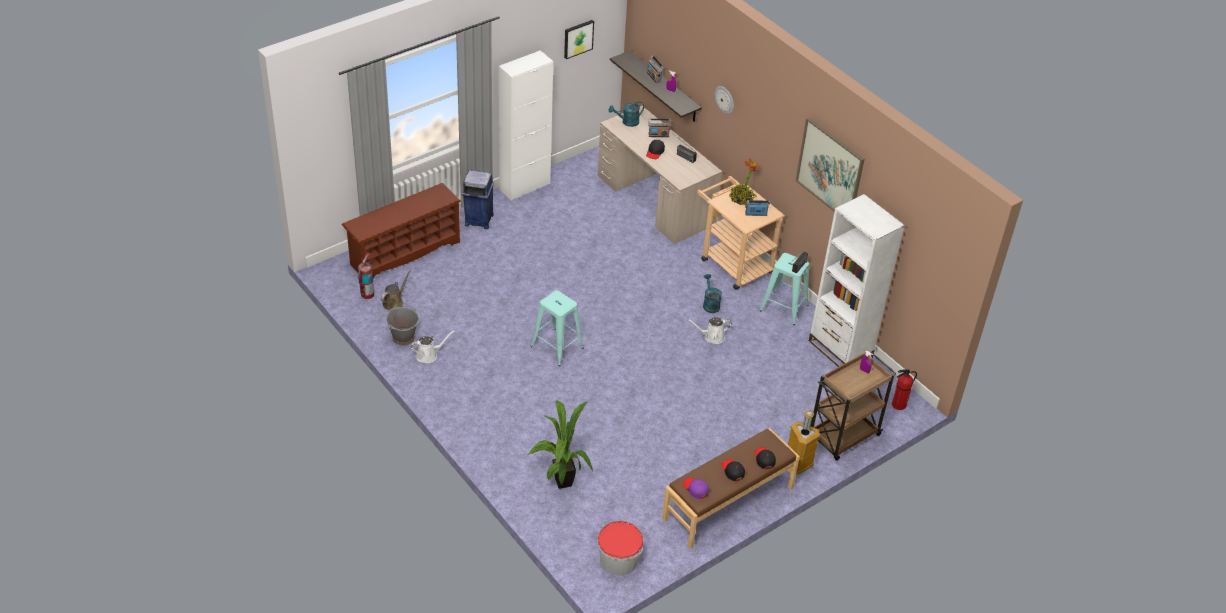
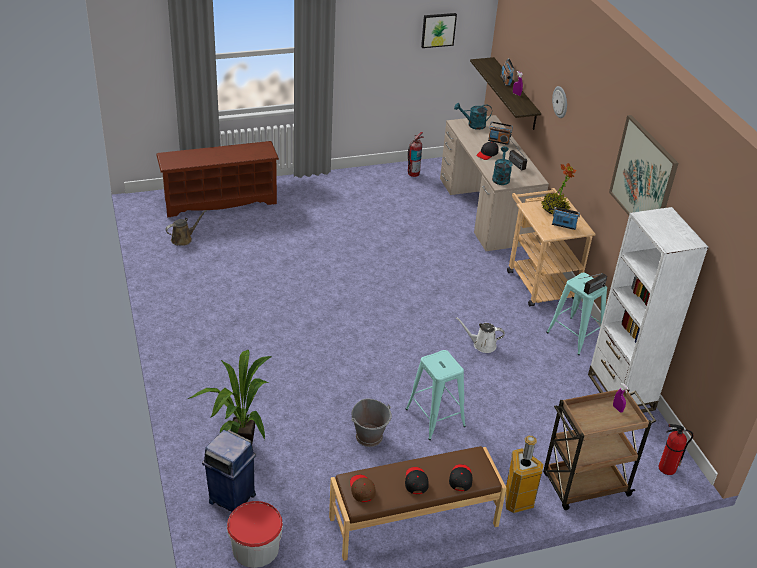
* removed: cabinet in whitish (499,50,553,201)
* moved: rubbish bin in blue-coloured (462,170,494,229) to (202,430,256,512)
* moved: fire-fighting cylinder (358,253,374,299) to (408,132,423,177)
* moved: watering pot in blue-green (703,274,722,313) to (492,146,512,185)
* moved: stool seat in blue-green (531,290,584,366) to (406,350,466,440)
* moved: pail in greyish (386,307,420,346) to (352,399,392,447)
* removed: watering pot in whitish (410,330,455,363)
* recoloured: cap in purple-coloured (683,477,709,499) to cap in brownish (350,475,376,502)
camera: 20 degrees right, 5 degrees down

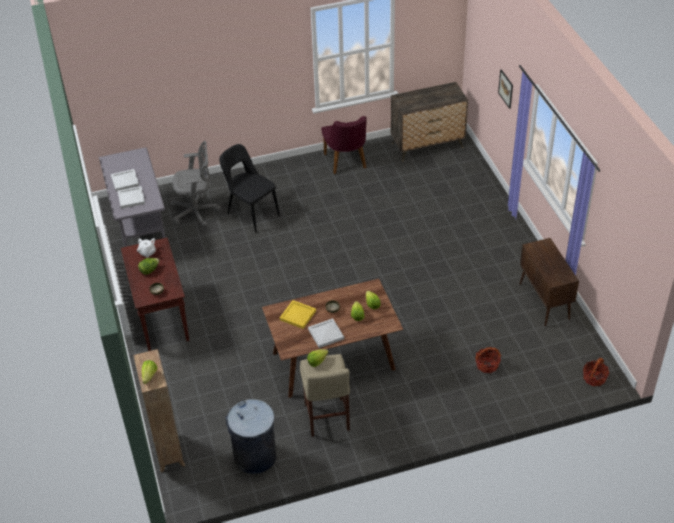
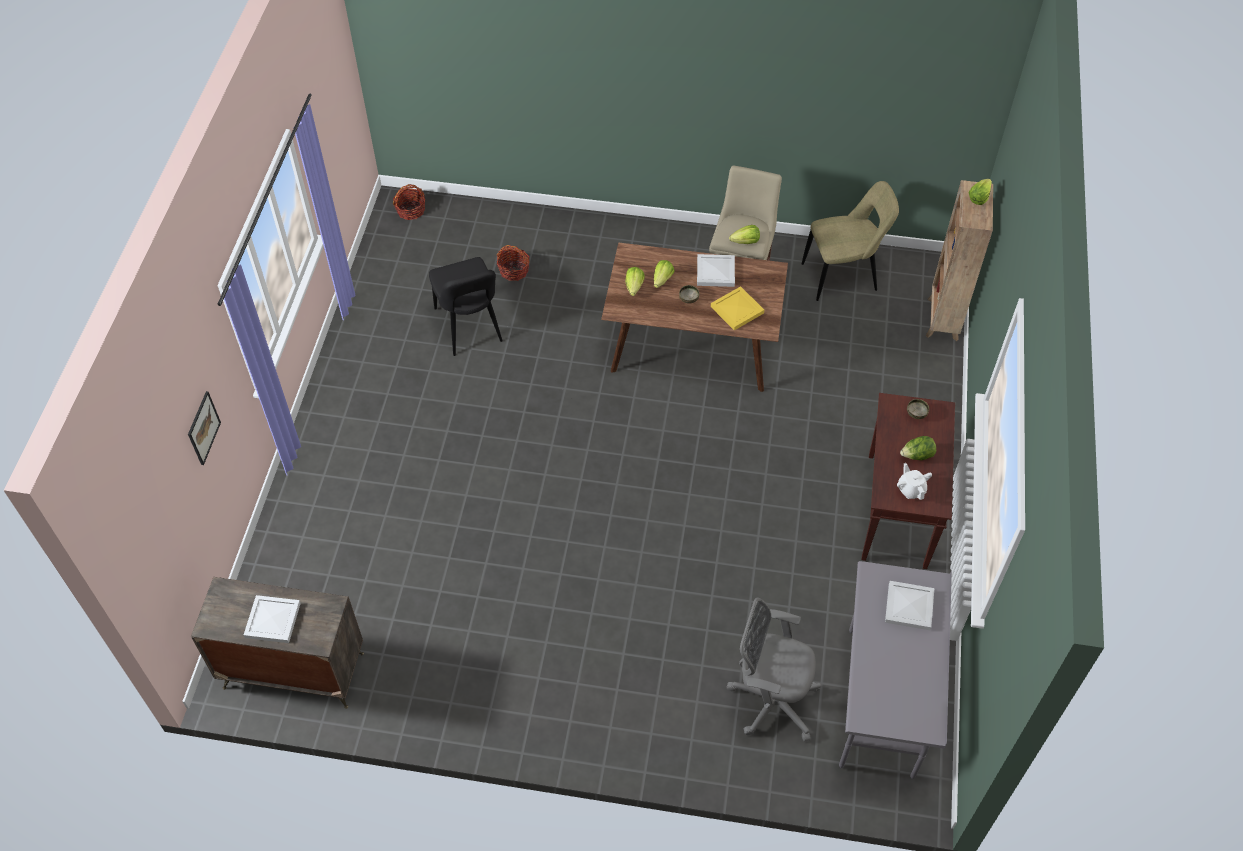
* removed: plain chair in purple-coloured (321,116,367,174)
* moved: plain chair in black (219,144,280,233) to (429,257,503,356)
* moved: serving tray in whitish (111,169,139,191) to (244,595,301,643)
* removed: cabinet in brownish (519,238,579,326)
* replaced: rubbish bin in greyish (226,399,276,474) to plain chair in beige (802,181,899,301)
camera: 155 degrees left, 10 degrees up

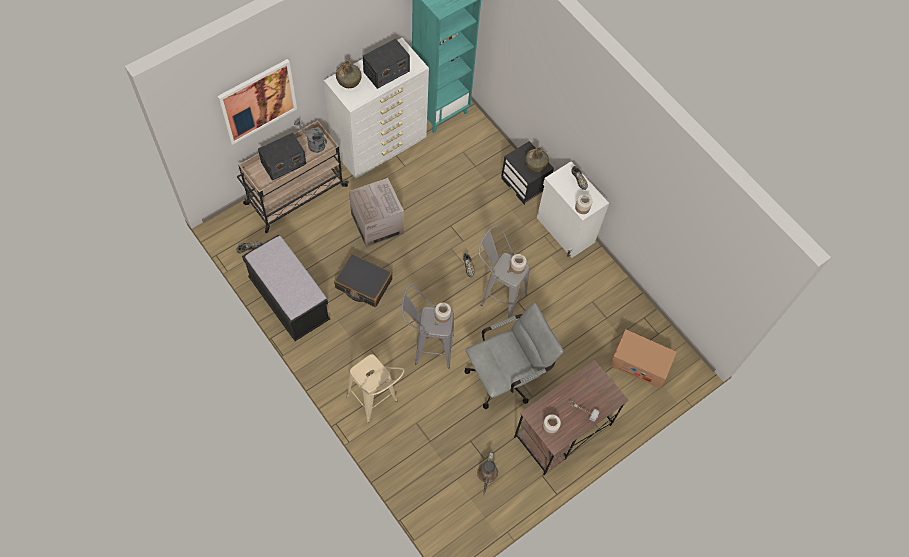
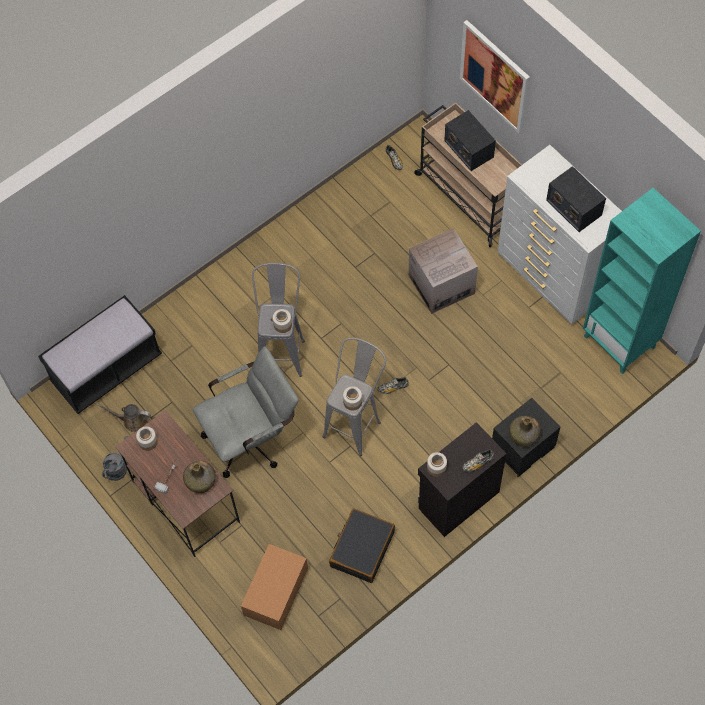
* moved: drink bottle in greenish (336,60,361,88) to (183,461,216,493)
* moved: watering pot in greyish (294,119,327,153) to (102,436,129,481)
* recoloured: cabinet in whitish (537,162,609,258) to cabinet in black (418,422,506,537)
* moved: indoor bench in black (242,235,330,341) to (38,295,162,414)
* moved: suitcase in black (334,253,392,307) to (329,508,395,583)
* turned: computer chair in greyish (465,303,563,409) = (193,346,298,478) 90 degrees counterclockwise
* removed: stool seat in beige (346,354,405,423)
camera: 95 degrees right, 0 degrees up

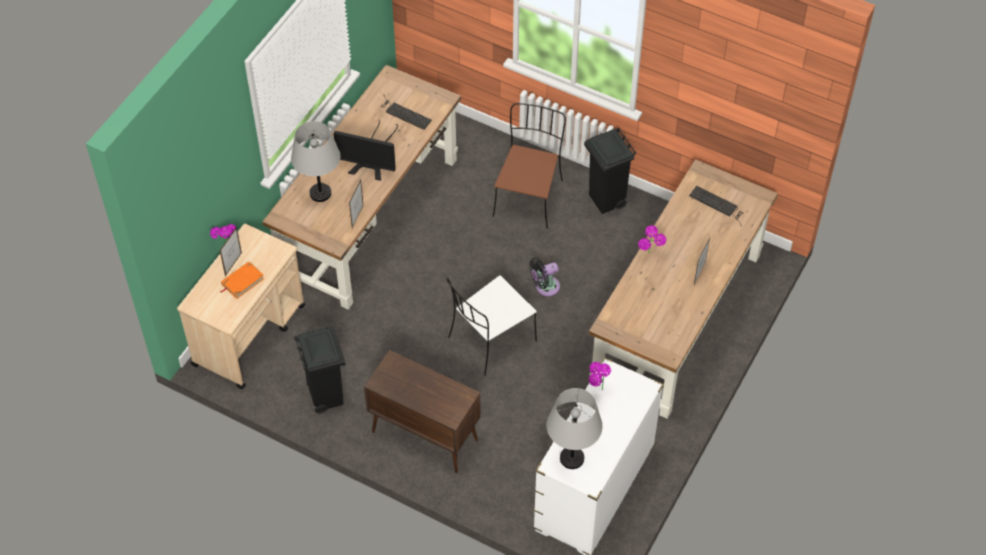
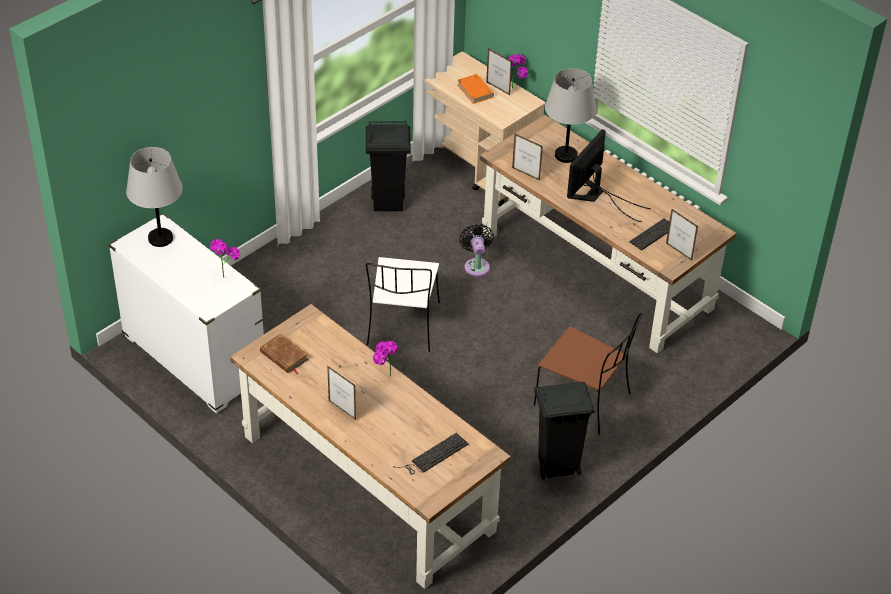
* moved: electric fan in black (529,258,560,296) to (459,224,494,277)
* turned: plain chair in whitish (446,275,537,375) = (366,257,440,352) 150 degrees counterclockwise
* removed: cabinet in brownish (364,350,481,473)
* added: photo frame (666,209,698,261)
* added: bound book in brownish (260,334,308,374)
camera: 105 degrees right, 10 degrees down

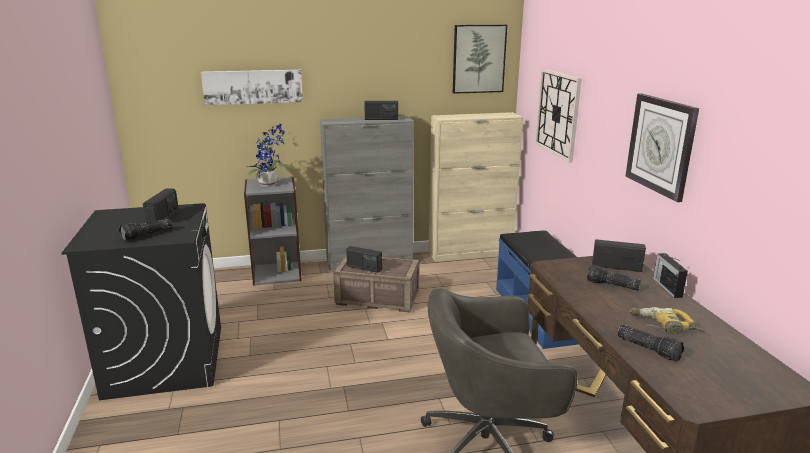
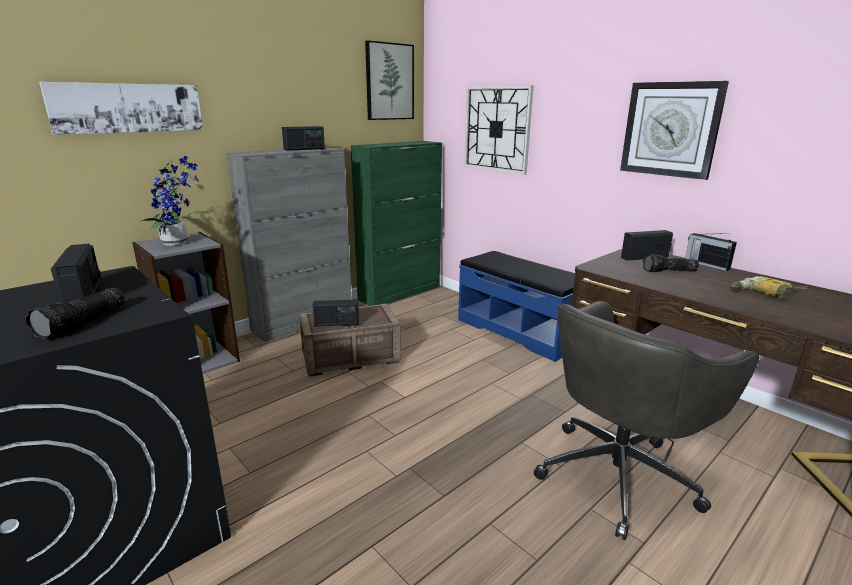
* recoloured: cabinet in beige (429,112,524,262) to cabinet in greenish (351,141,442,306)
* removed: torch (618,325,684,362)
camera: 30 degrees left, 0 degrees up

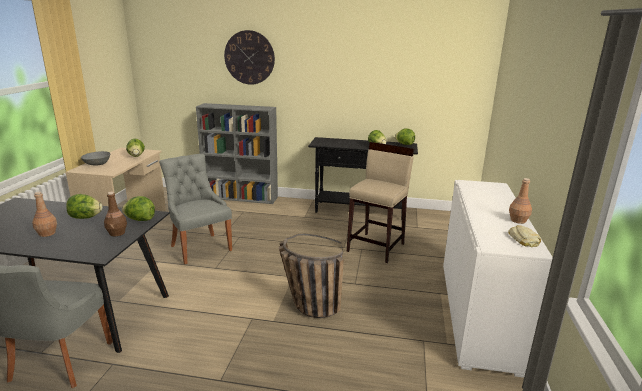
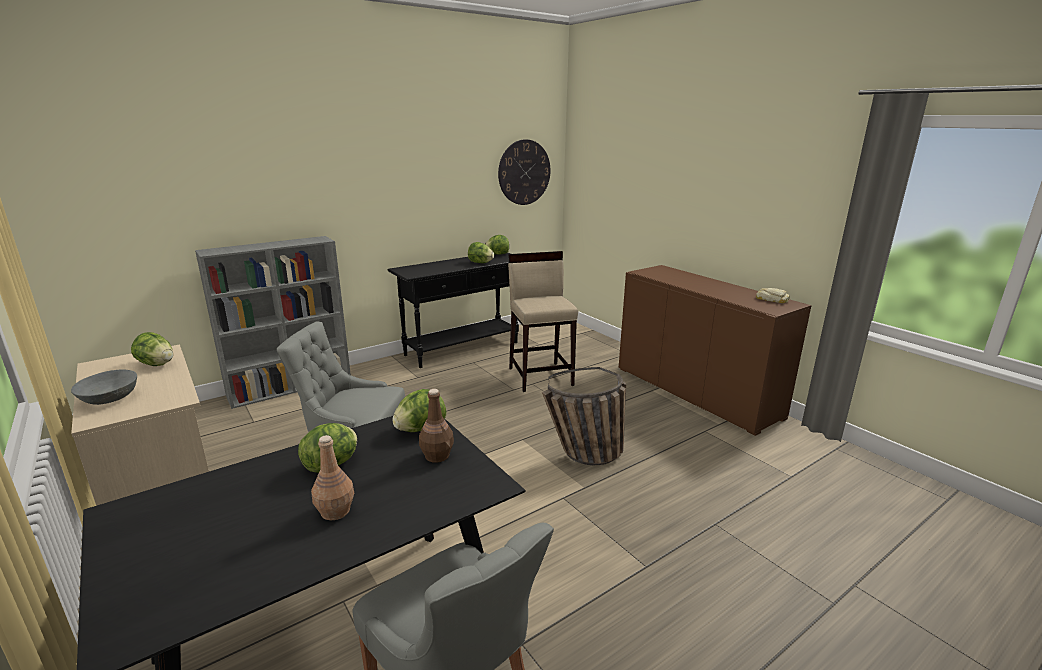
* moved: clock on the wall (224,30,275,85) to (498,139,551,205)
* removed: drink bottle in brownish (509,178,532,224)
* recoloured: cabinet in whitish (443,180,553,378) to cabinet in brownish (619,265,812,436)
camera: 45 degrees left, 0 degrees up

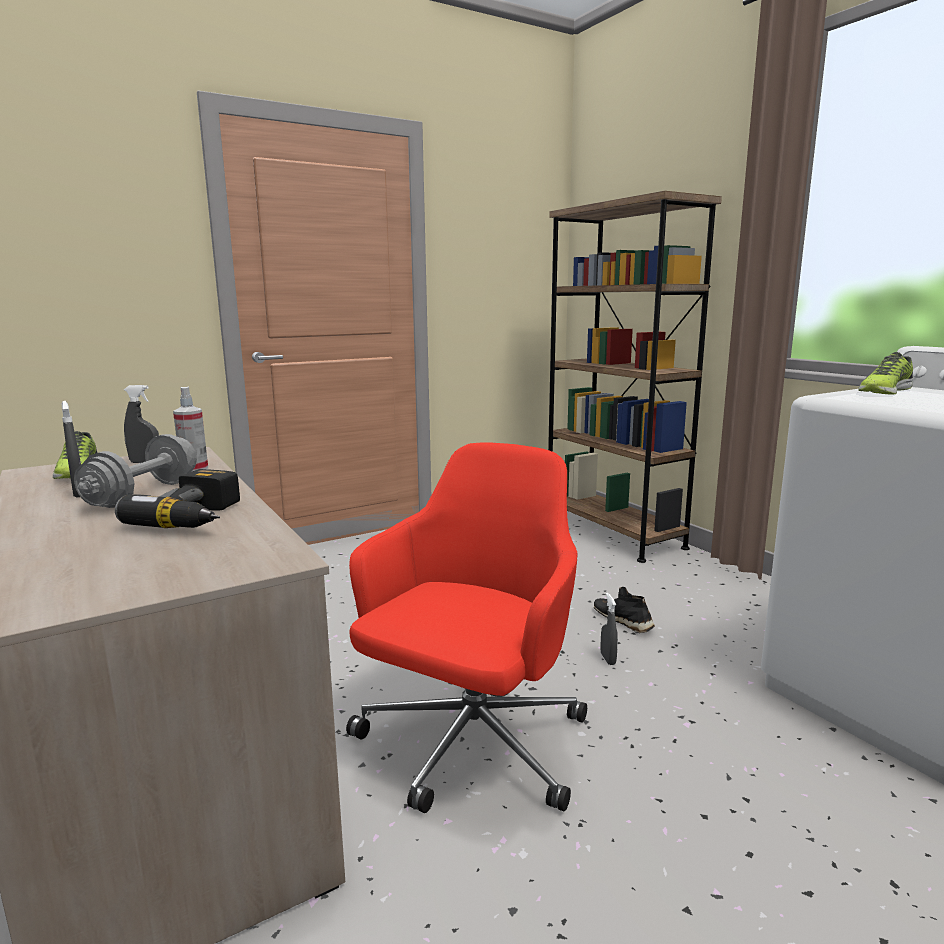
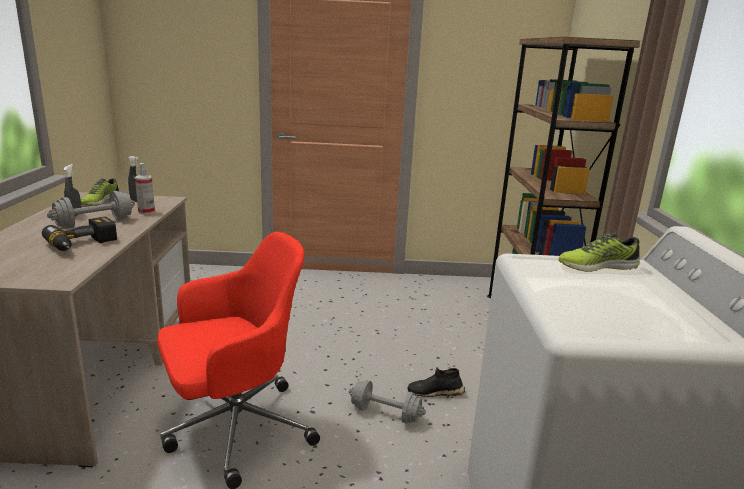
* turned: item of footwear in black (594,587,655,633) = (407,367,465,397) 90 degrees counterclockwise
* replaced: sprayer in greyish (600,593,618,665) to hand weight in greyish (349,380,426,424)
camera: 30 degrees right, 5 degrees up

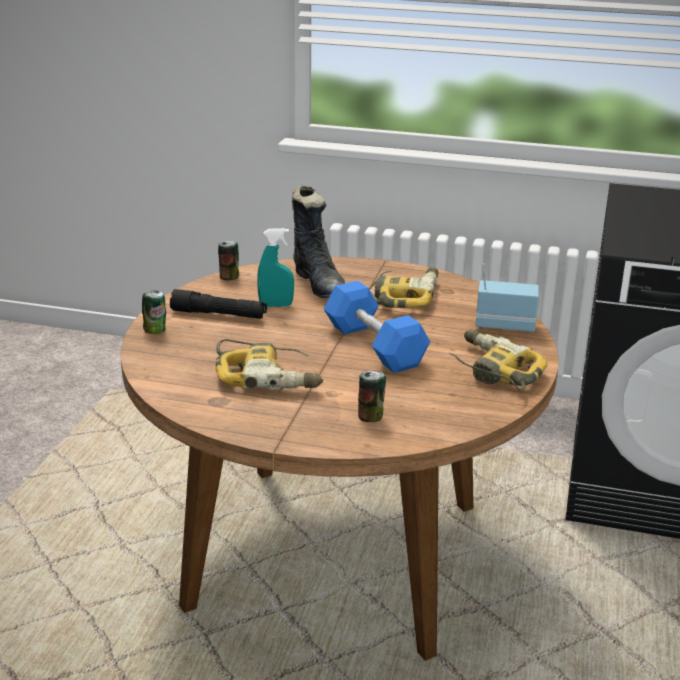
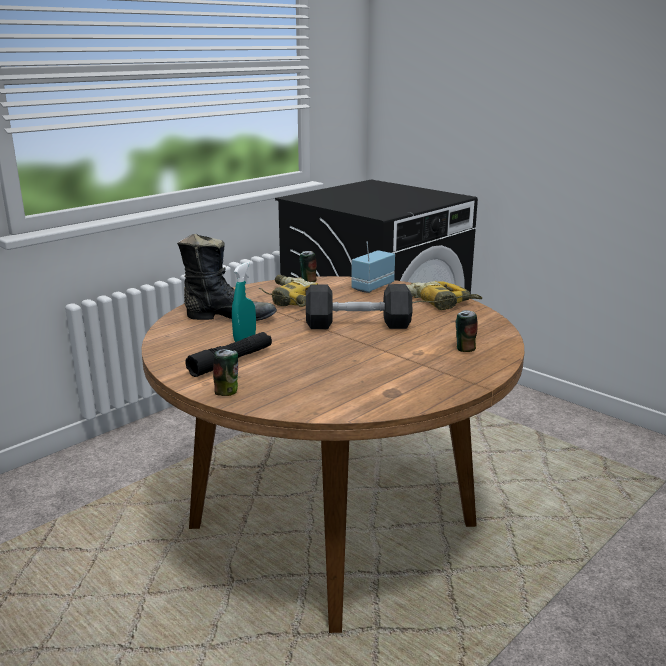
* moved: can (218,240,239,281) to (300,251,317,282)
* recoloured: hand weight in blue-coloured (324,281,430,373) to hand weight in black (306,284,412,329)
* removed: drill (216,339,323,390)
camera: 60 degrees left, 5 degrees down

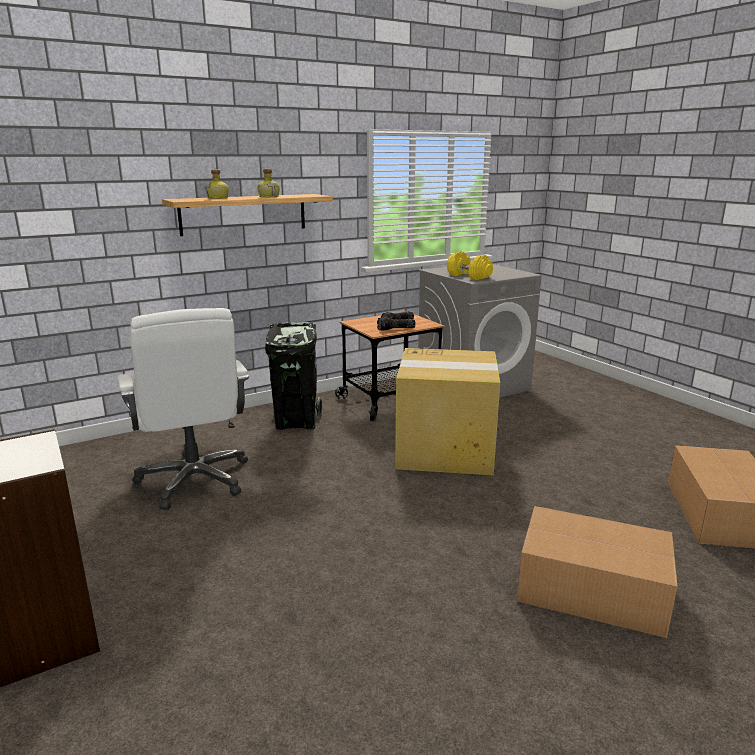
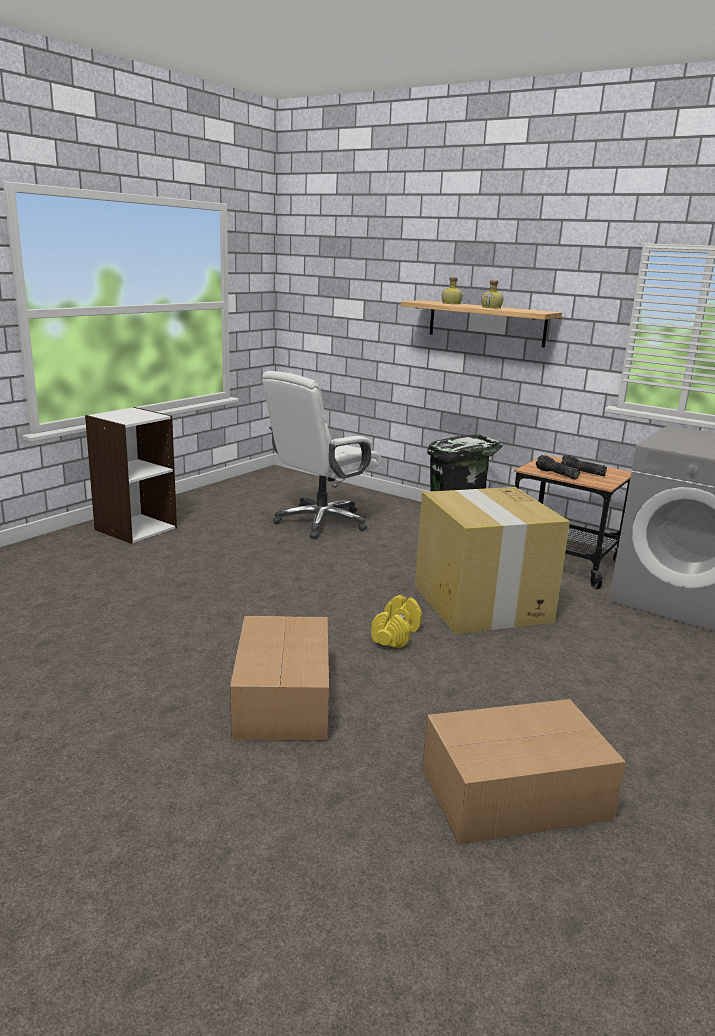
* moved: hand weight in yellow-coloured (447,251,493,280) to (371,595,422,649)
camera: 65 degrees right, 0 degrees up

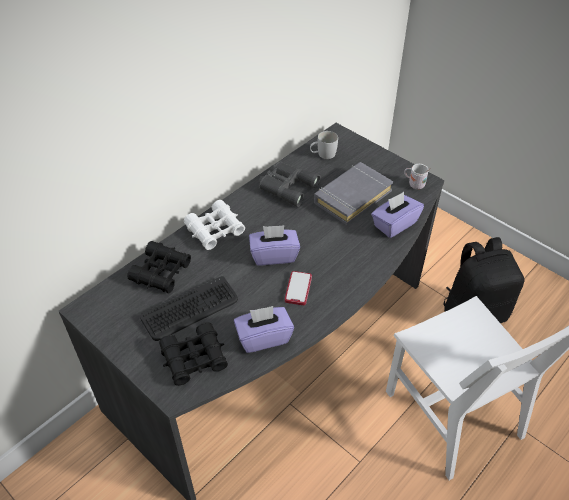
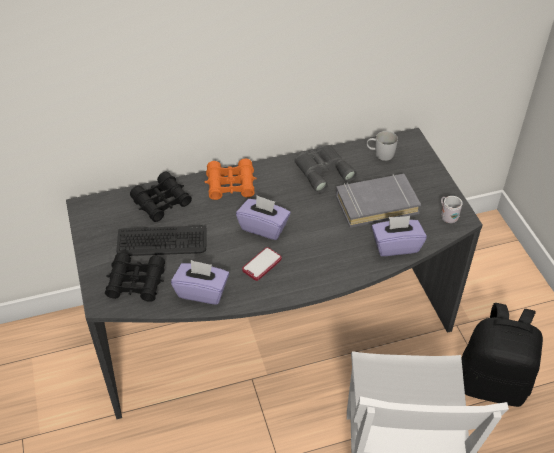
* recoloured: field glasses in whitish (184,200,245,250) to field glasses in orange-coloured (205,159,257,200)
camera: 30 degrees right, 0 degrees up

